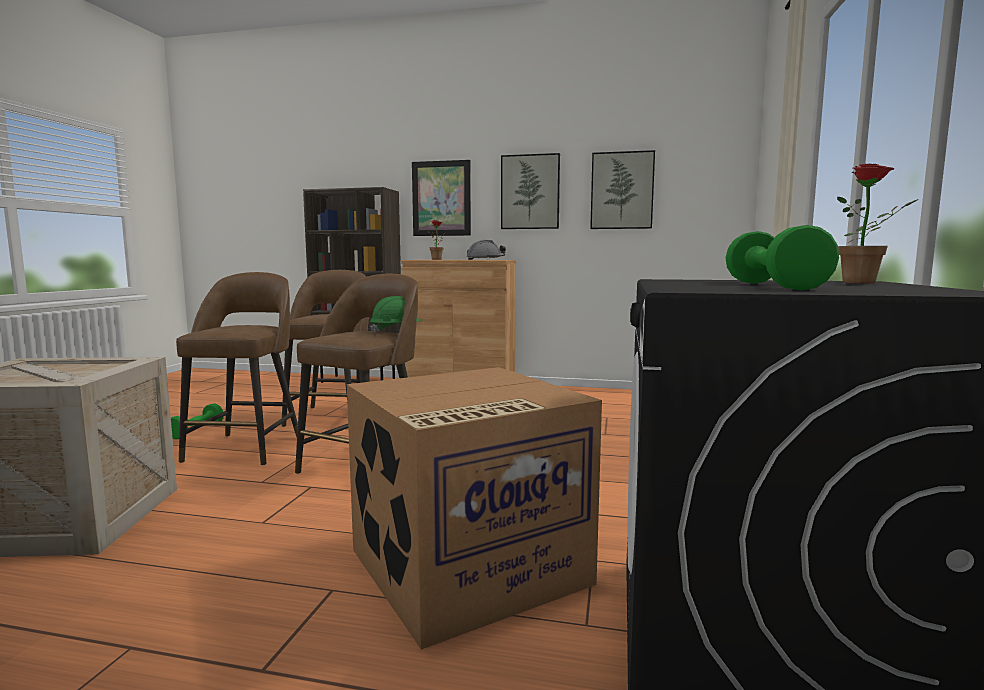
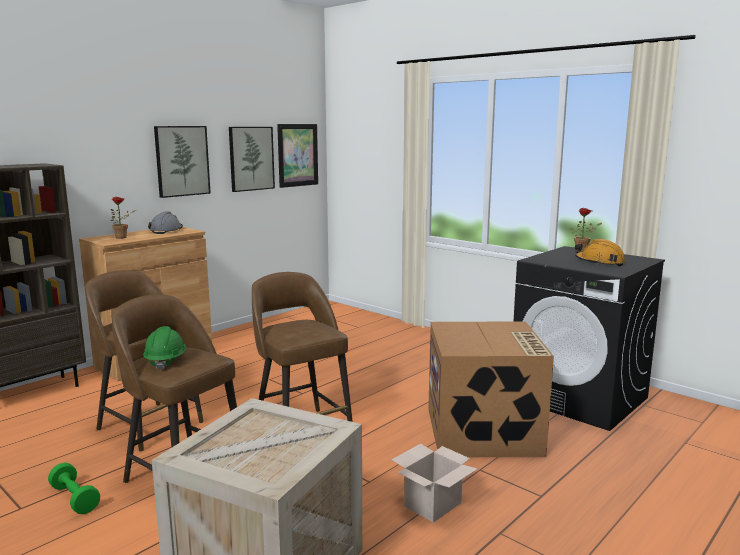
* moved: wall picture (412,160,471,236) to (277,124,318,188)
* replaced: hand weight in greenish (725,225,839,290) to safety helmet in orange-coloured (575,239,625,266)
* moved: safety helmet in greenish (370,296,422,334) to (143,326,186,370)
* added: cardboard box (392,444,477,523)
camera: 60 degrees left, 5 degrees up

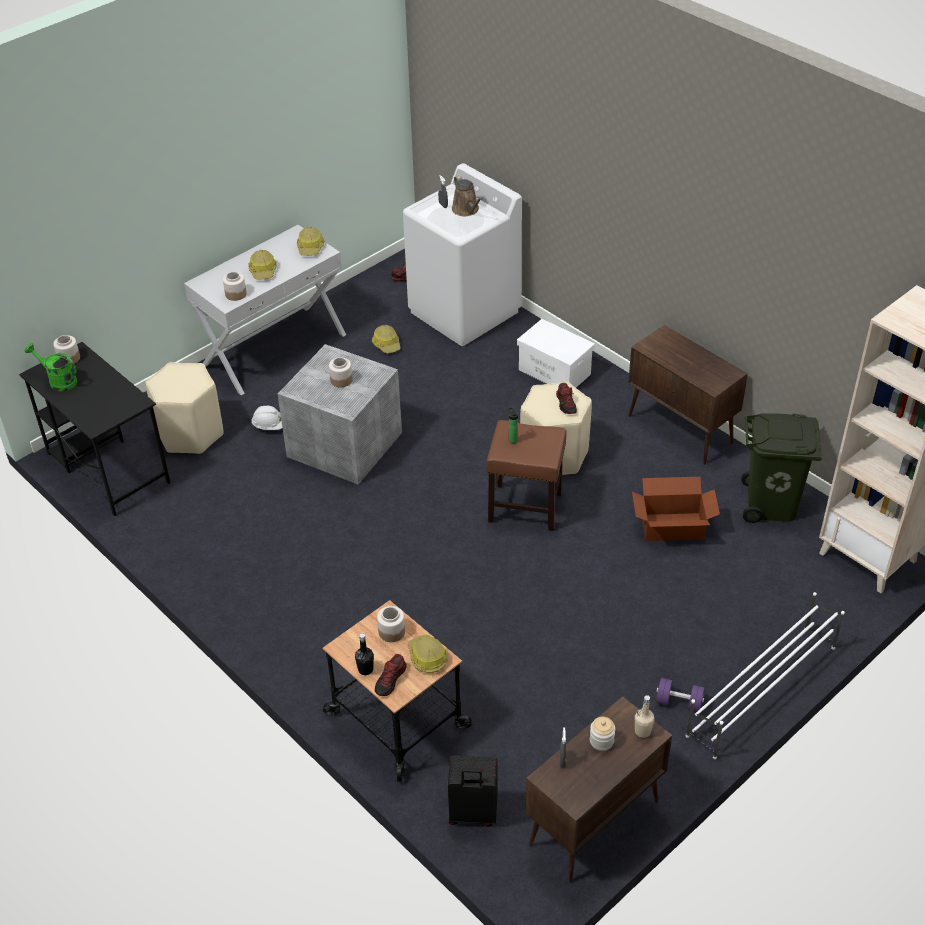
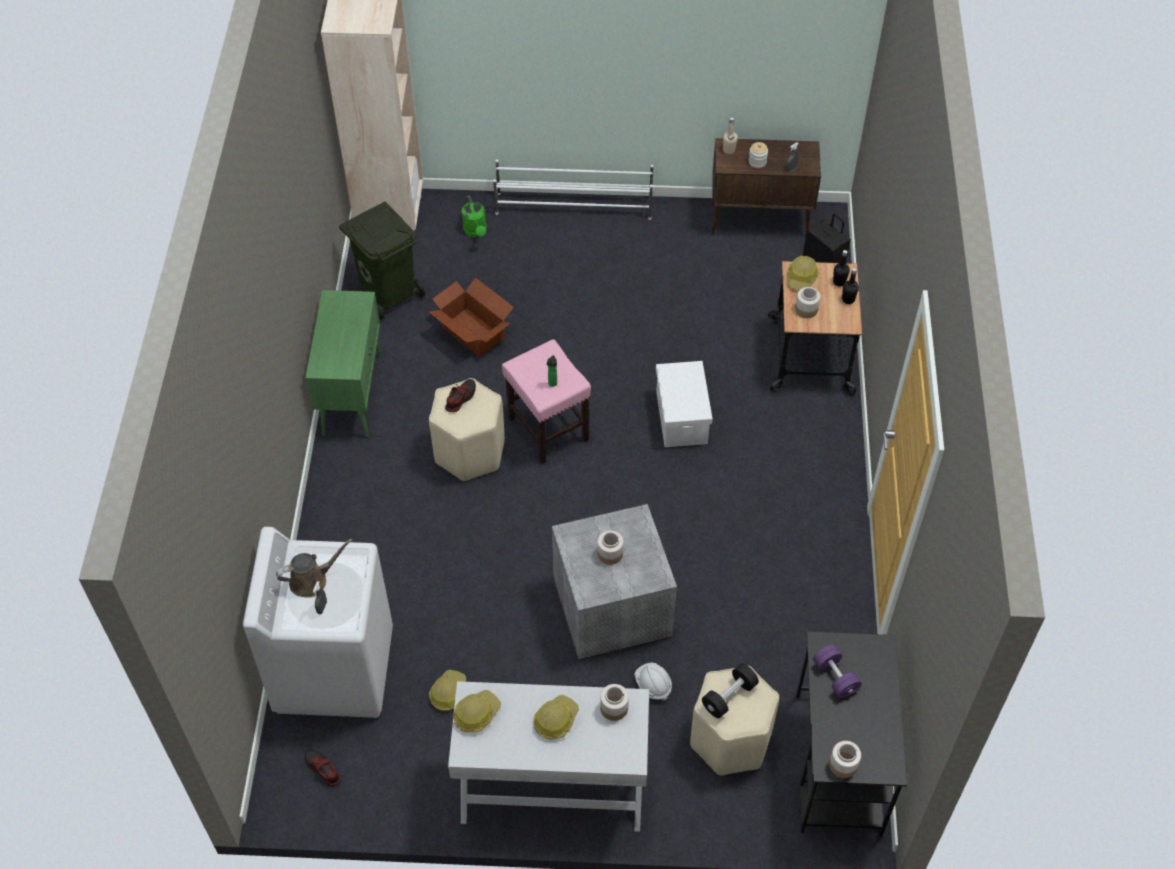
* turned: watering pot in brownish (452,175,483,216) = (276,538,353,598) 45 degrees clockwise
* moved: storage box in whitish (517,319,595,388) to (656,361,713,447)
* recoloured: cabinet in brownish (628,325,748,465) to cabinet in greenish (306,290,382,438)
* moved: watering pot in greenish (25,343,77,391) to (461,195,487,237)
* recoloured: stool seat in brownish (486,420,567,531) to stool seat in pinkish (502,339,591,464)
* replaced: item of footwear (375,654,407,696) to drink bottle in black (833,250,850,286)
* moved: hand weight in purple-coloured (656,678,704,712) to (813,644,862,699)
* added: hand weight in black (702,663,759,718)
camera: 135 degrees left, 10 degrees up

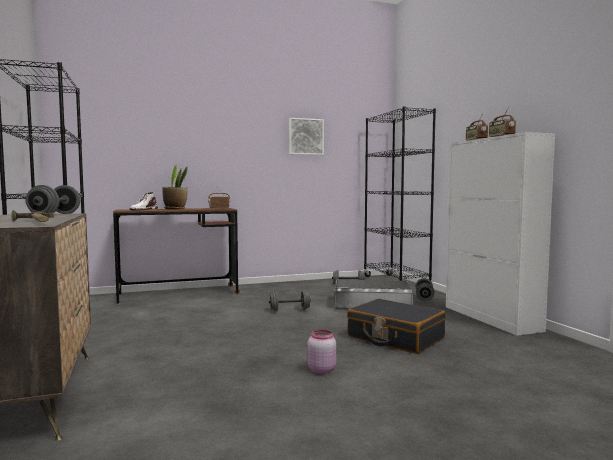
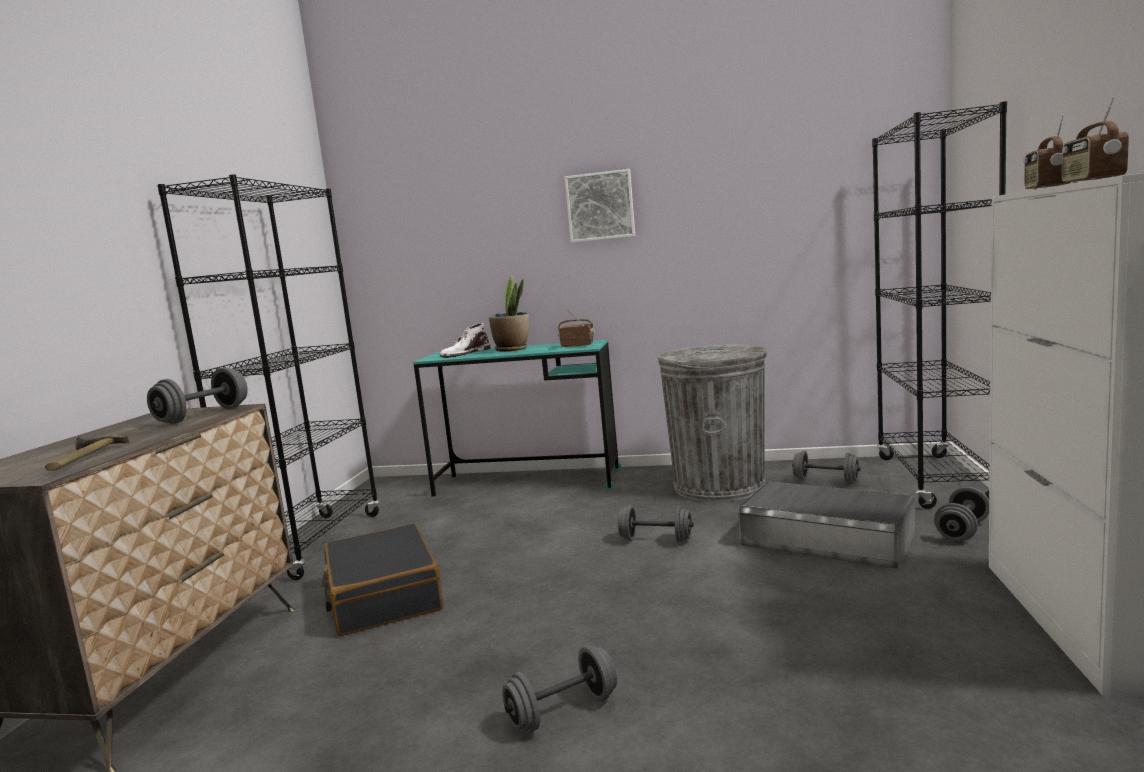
* moved: wall picture (289,118,324,155) to (565,169,635,243)
* recoloured: desk unit in brownish (113,208,240,303) to desk unit in blue-green (413,340,621,497)
* moved: suitcase in black (347,298,446,354) to (321,523,443,636)
* replaced: storage jar in pinkish (307,330,336,374) to hand weight in greyish (502,645,617,732)
* added: rubbish bin in greyish (658,344,768,502)
camera: 30 degrees right, 5 degrees up

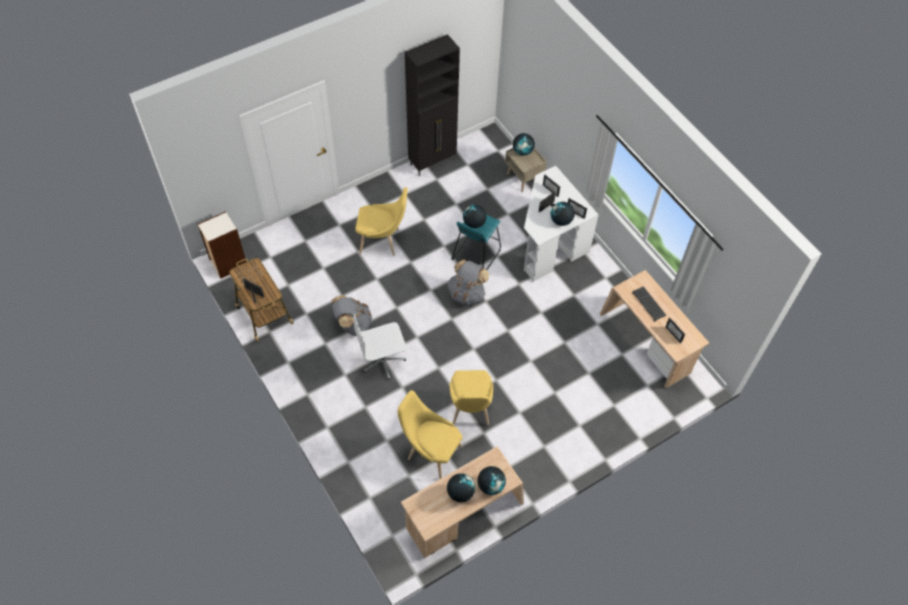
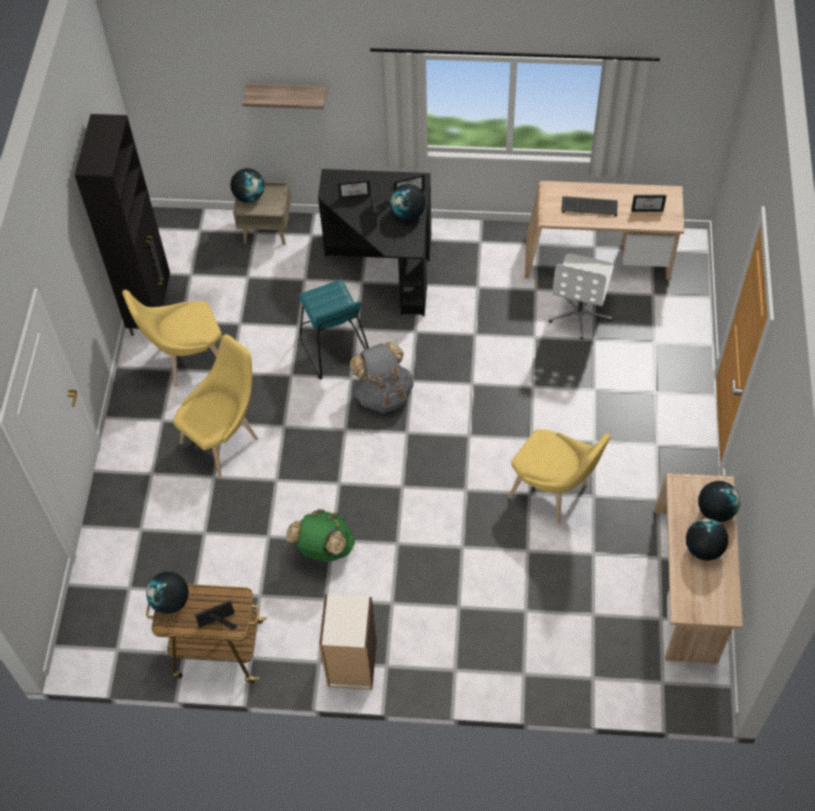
* recoloured: desk unit in whitish (524,166,599,282) to desk unit in black (318,169,431,316)
* moved: globe (463,205,487,228) to (146,572,189,614)
* moved: bookcase (197,211,247,279) to (319,594,377,690)
* recoloured: knapsack in greyish (332,295,372,336) to knapsack in greenish (286,509,355,562)
* moved: computer chair in whitish (354,314,407,379) to (549,254,614,340)
* moved: plain chair in yellow-coloured (398,390,462,479) to (122,290,222,387)
* added: bracket shelf (242,83,327,109)
camera: 50 degrees left, 0 degrees up

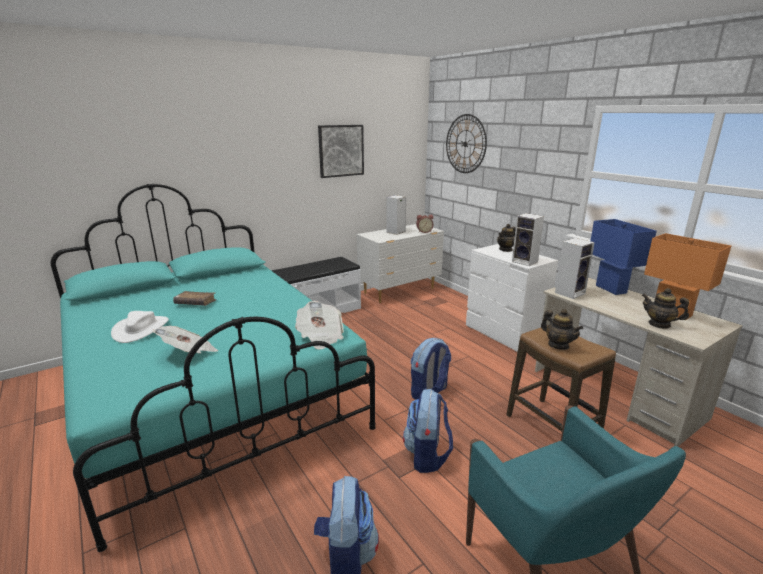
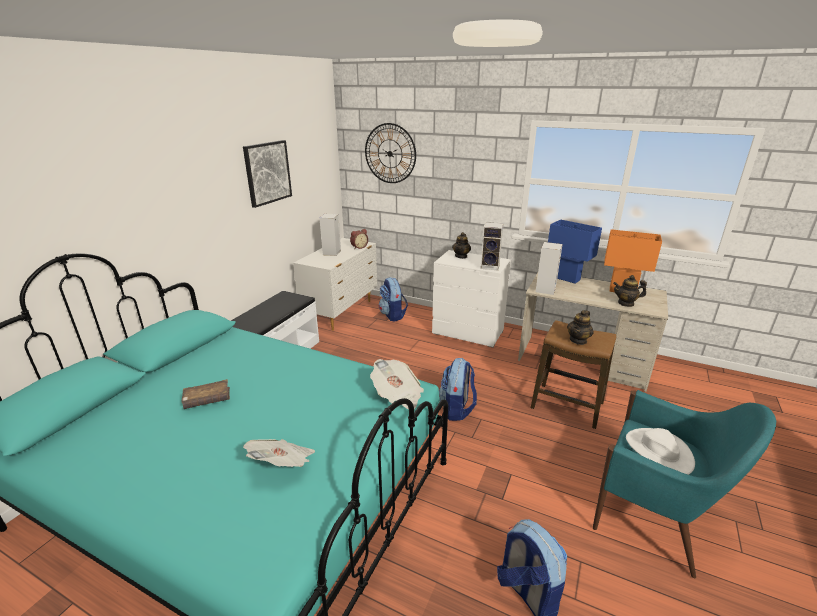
* turned: pot for tea (541,309,584,350) = (567,310,594,345) 105 degrees clockwise
* moved: hat in whitish (111,311,169,343) to (626,428,695,475)
* moved: knapsack (403,389,453,473) to (379,277,408,322)
camera: 30 degrees left, 5 degrees up

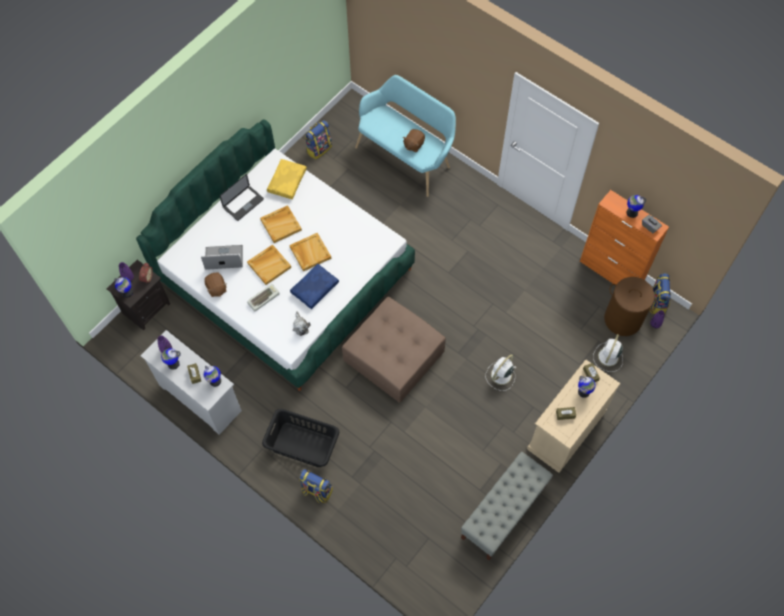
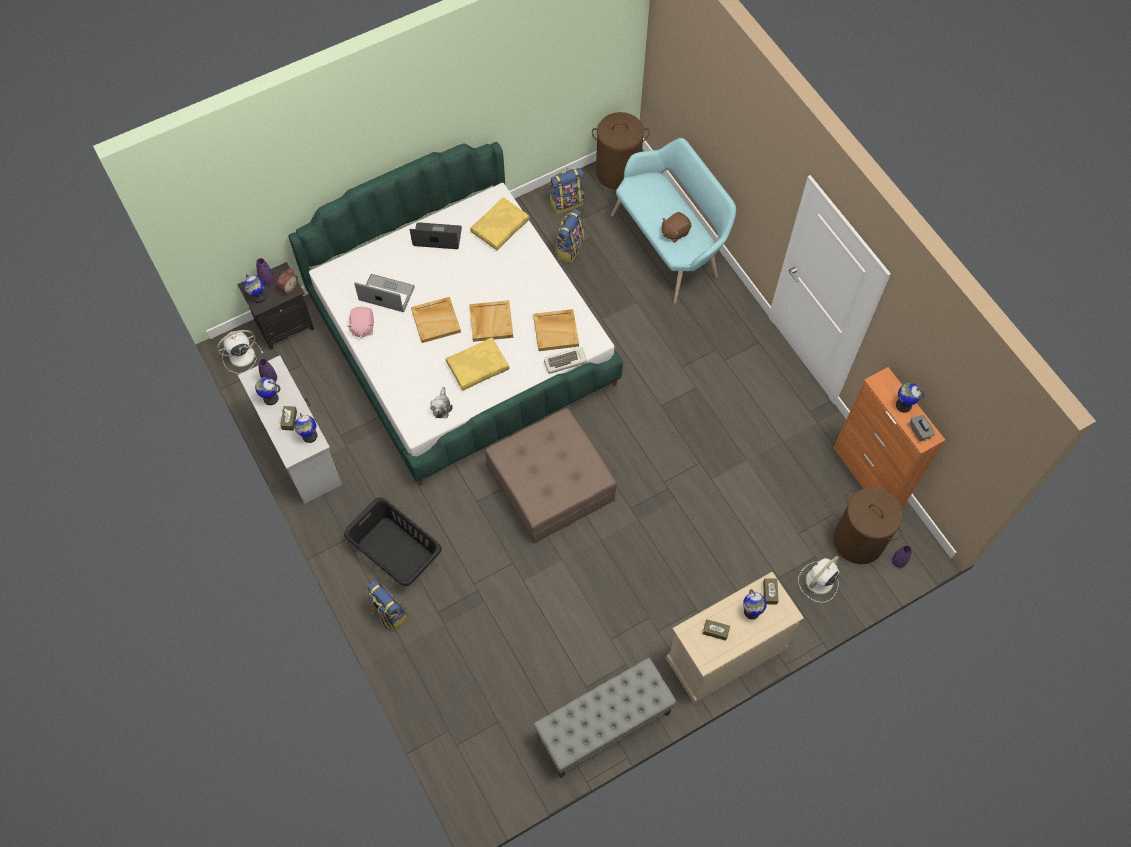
* turned: portable computer (220,174,264,221) = (410,222,462,249) 150 degrees counterclockwise
* moved: serving tray in beige (260,205,302,243) to (533,309,579,351)
* recoloured: pillow in blue-coloured (290,264,339,309) to pillow in yellow-coloured (446,338,509,390)
* recoloured: cuddly toy in brownish (205,272,226,297) to cuddly toy in pinkish (347,307,374,338)
* moved: knapsack (649,273,671,314) to (555,209,584,263)
* moved: keyboard (247,284,280,311) to (544,347,587,374)
* moved: electric fan in whitish (486,354,516,391) to (217,330,263,374)
* added: washing basket in brownish (592,112,650,190)
camera: 20 degrees right, 0 degrees up

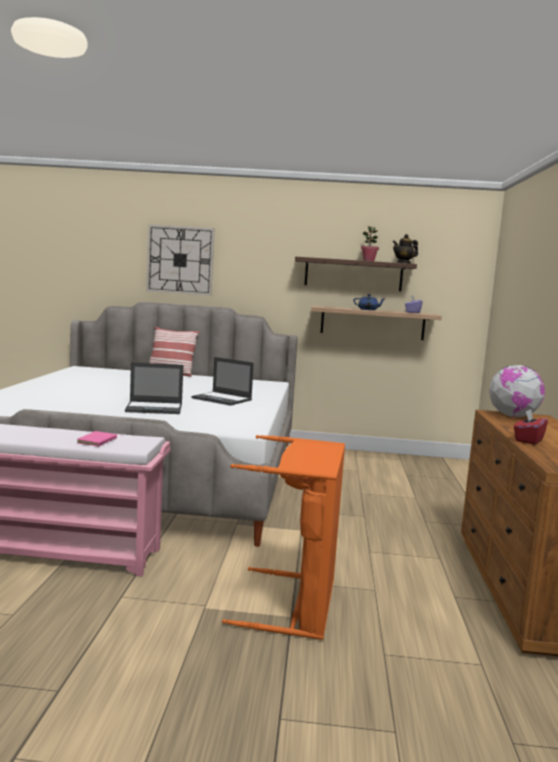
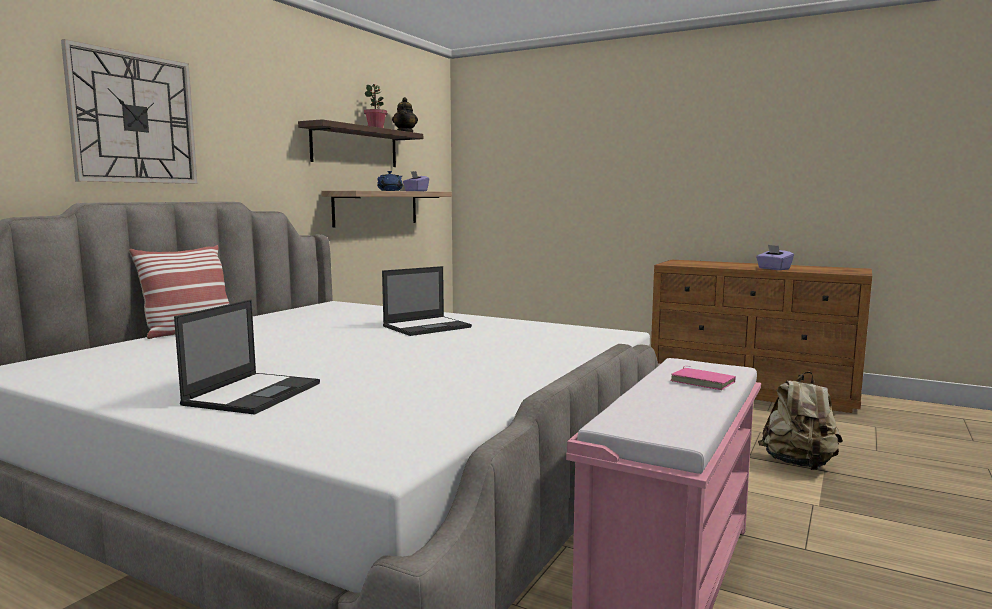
* moved: portable computer (125,362,183,414) to (174,299,320,415)
* removed: globe (489,365,545,417)
* recoloured: tissue holder in red-coloured (514,409,548,445) to tissue holder in purple-coloured (756,245,794,270)
* replaced: washing basket in orange-coloured (222,435,345,640) to knapsack in beige (758,371,843,470)
camera: 65 degrees left, 0 degrees up

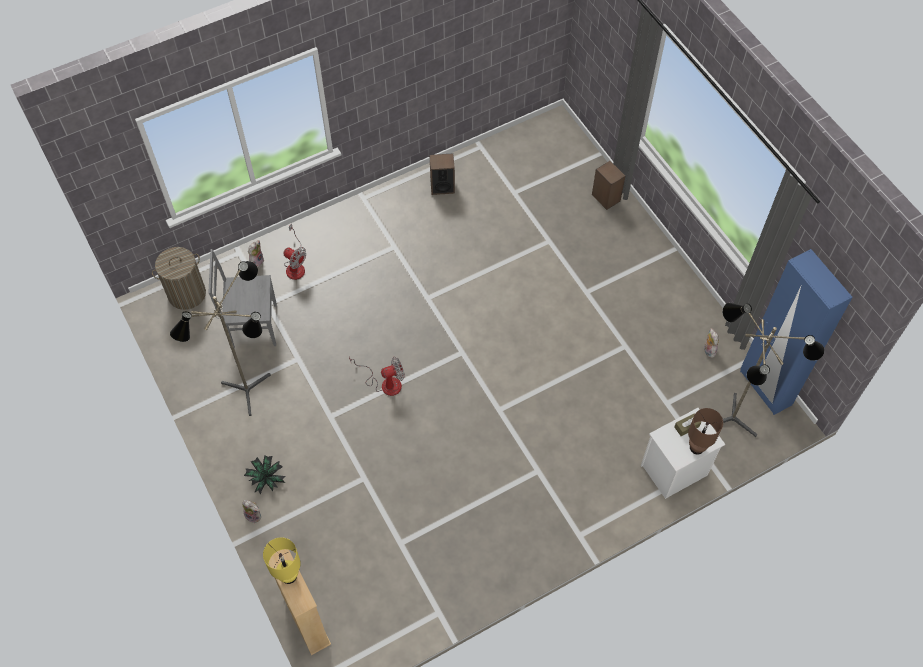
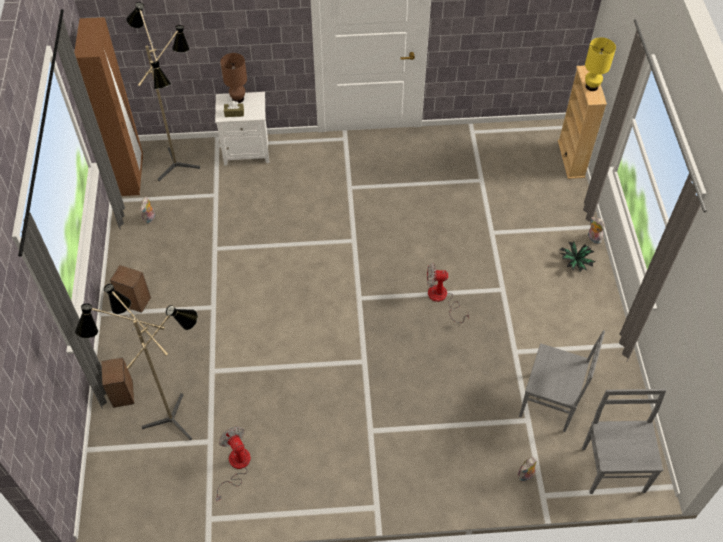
* moved: speaker (430,153,455,195) to (110,265,151,313)
* moved: electric fan (283,223,306,280) to (215,426,251,502)
* replaced: washing basket (152,247,206,310) to plain chair in greyish (582,389,666,494)
* recoloured: clothes cupboard in blue-coloured (740,249,853,415) to clothes cupboard in brownish (74,17,143,196)
* moved: floor lamp (170,261,271,416) to (75,284,198,441)
camera: 155 degrees left, 5 degrees down

